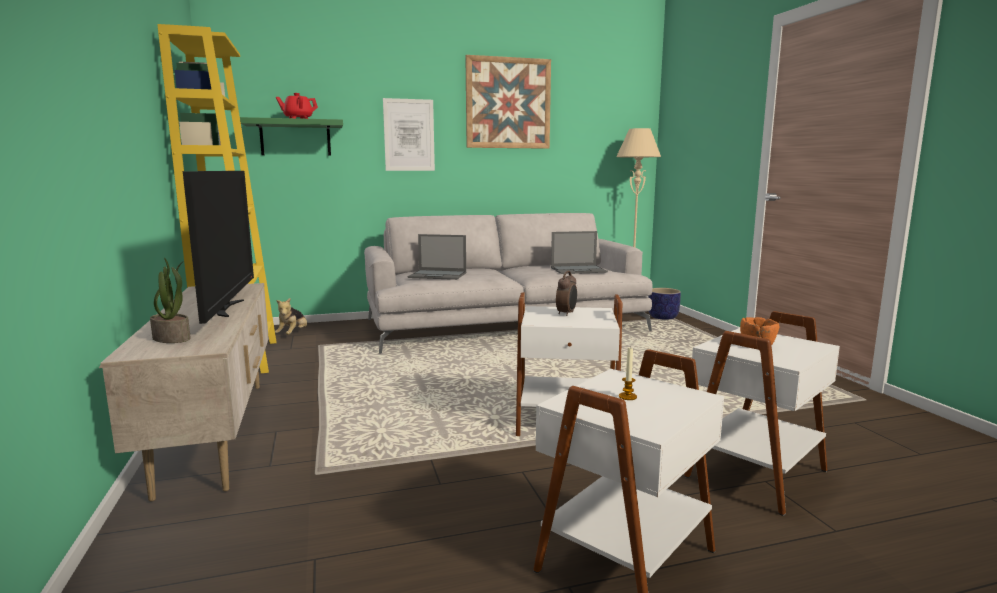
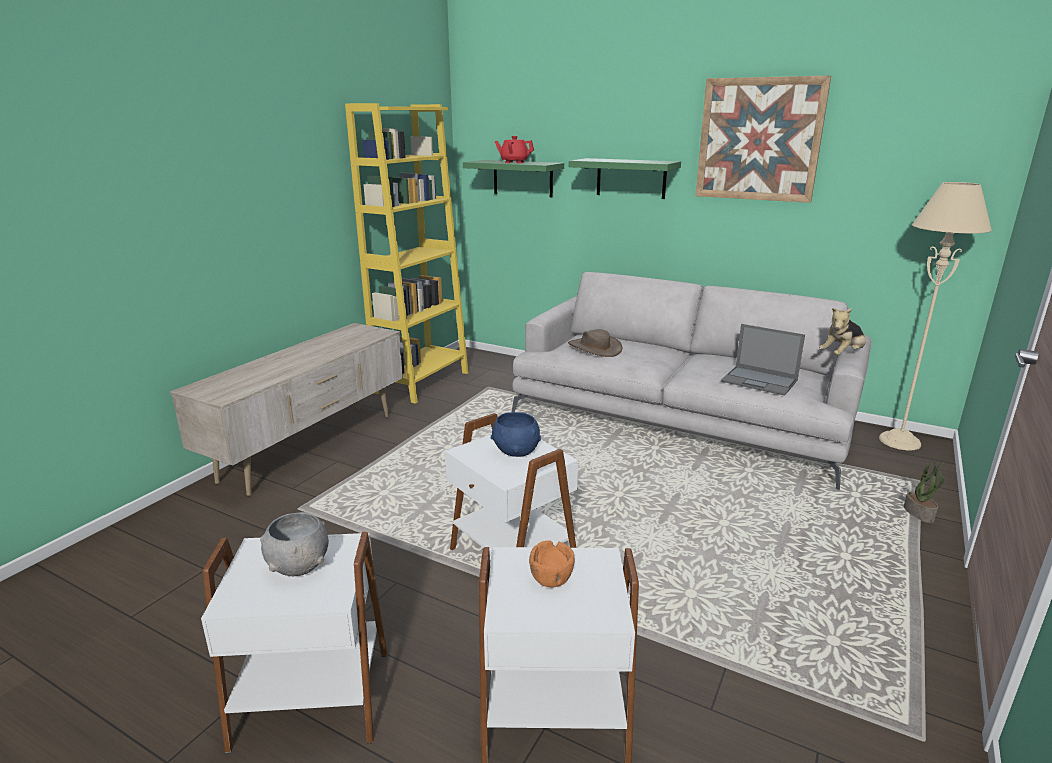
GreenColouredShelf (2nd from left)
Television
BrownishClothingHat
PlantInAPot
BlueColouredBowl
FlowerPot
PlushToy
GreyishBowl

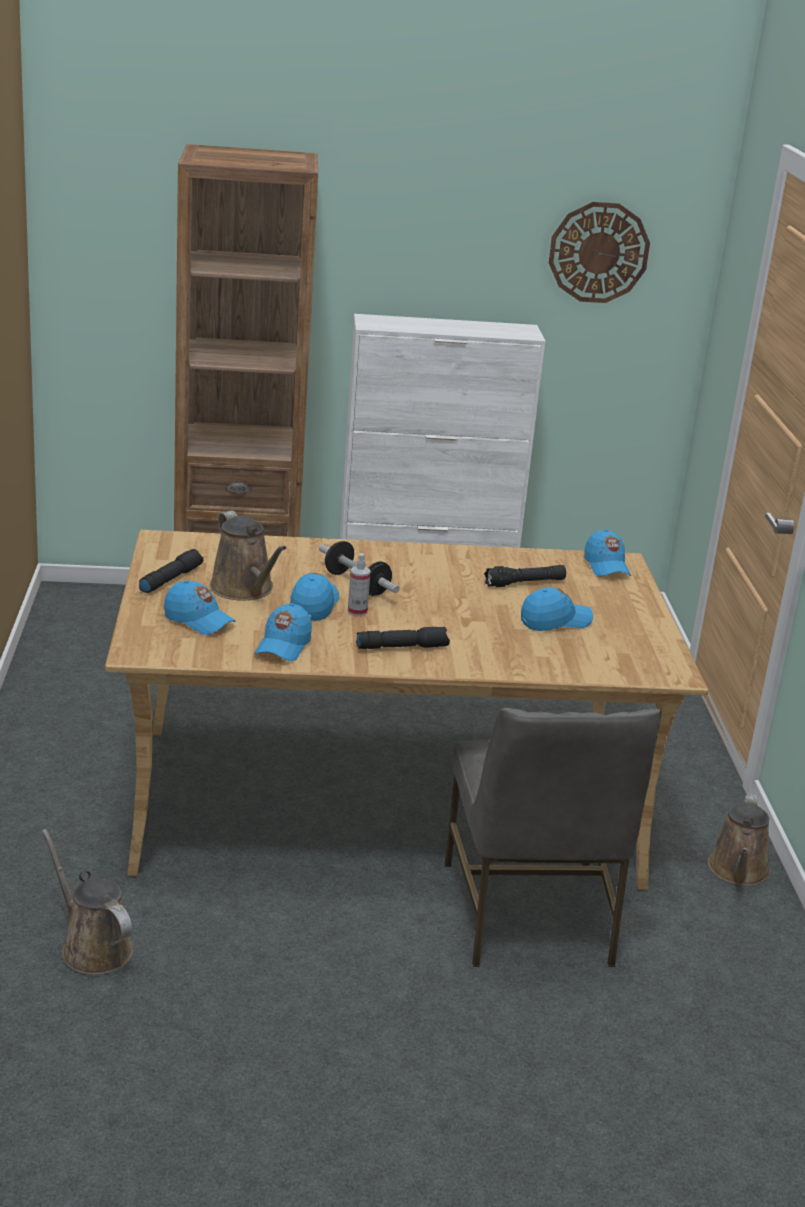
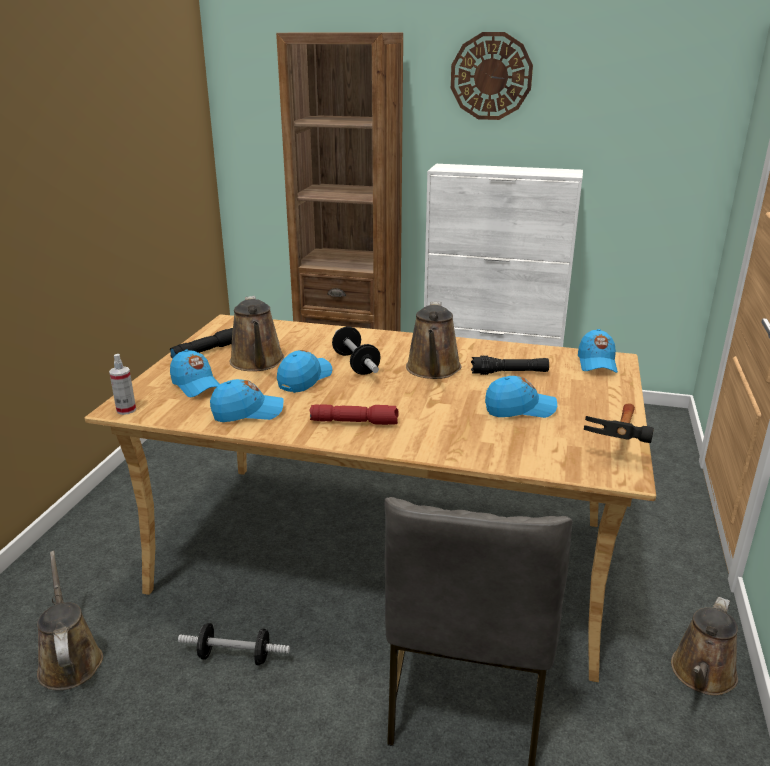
ClockOnTheWall
Sprayer
BlueColouredPeakedCap (2nd from left)
RedFlashlight
BrownishWateringCan (3rd from left)
HandHammer
FreeWeight (1st from left)

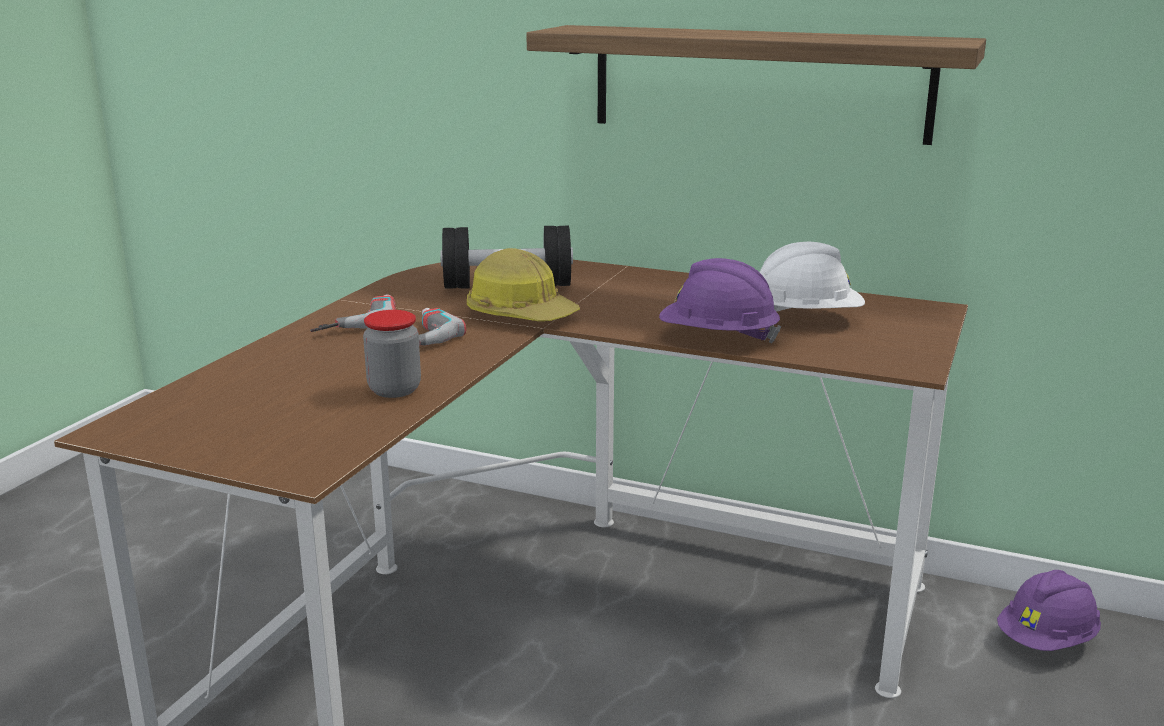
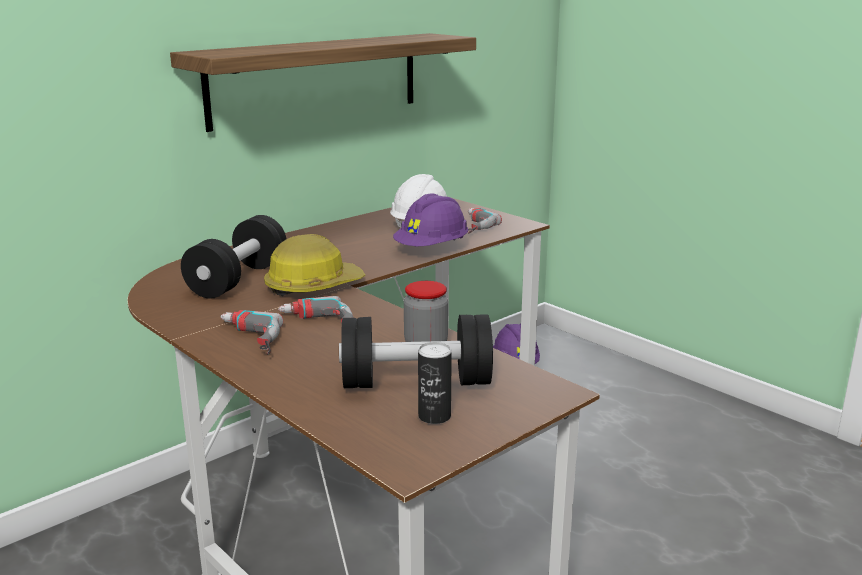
PowerDrill (3rd from left)
BlackColouredFreeWeight (2nd from left)
SealedCan

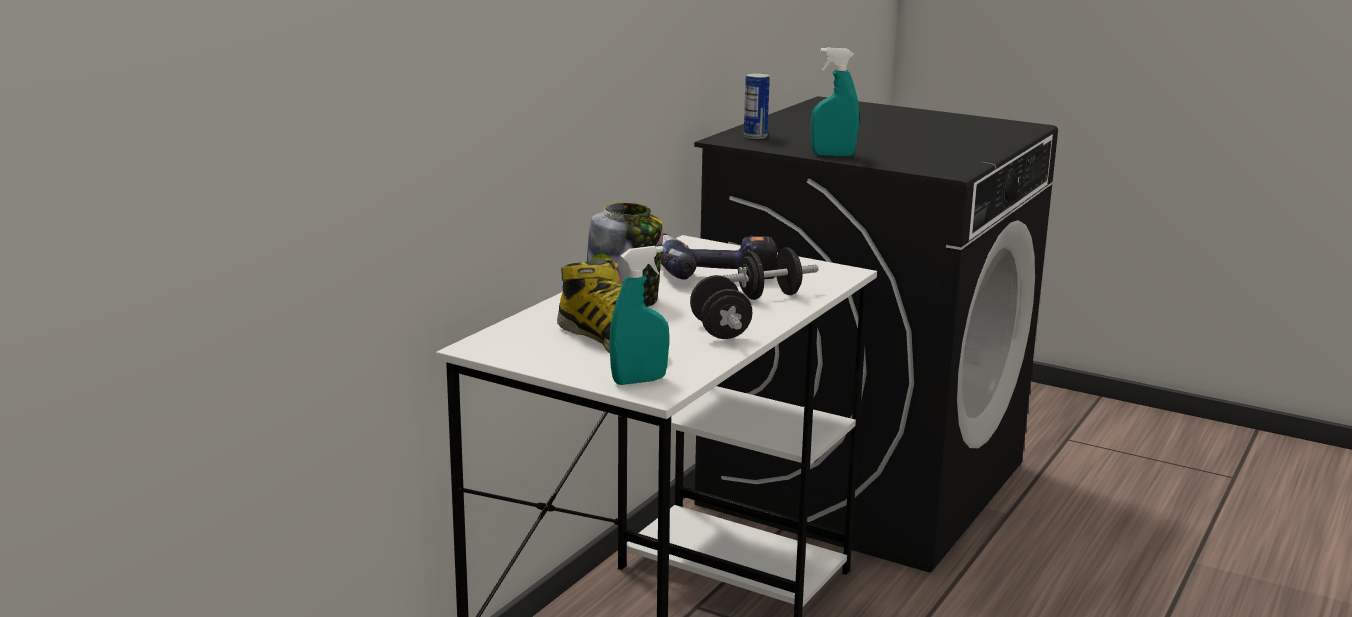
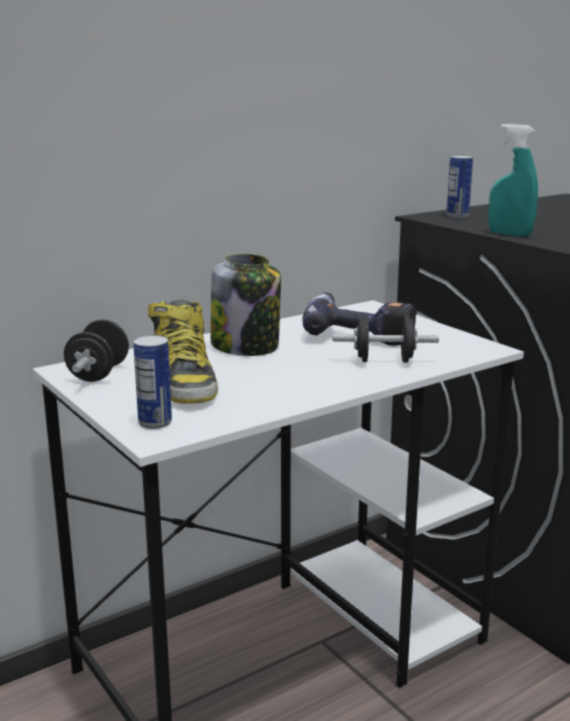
SealedCan (1st from left)
BlackColouredFreeWeight (1st from left)

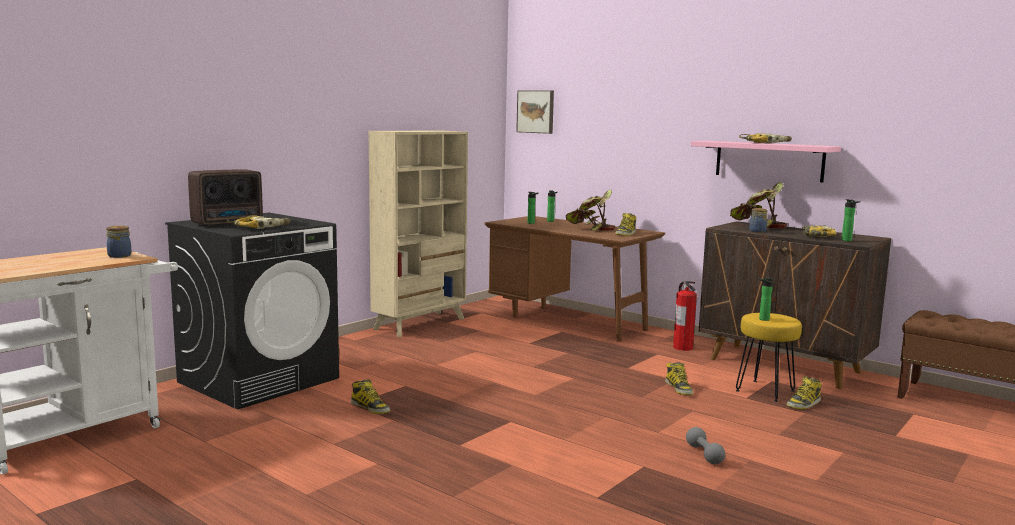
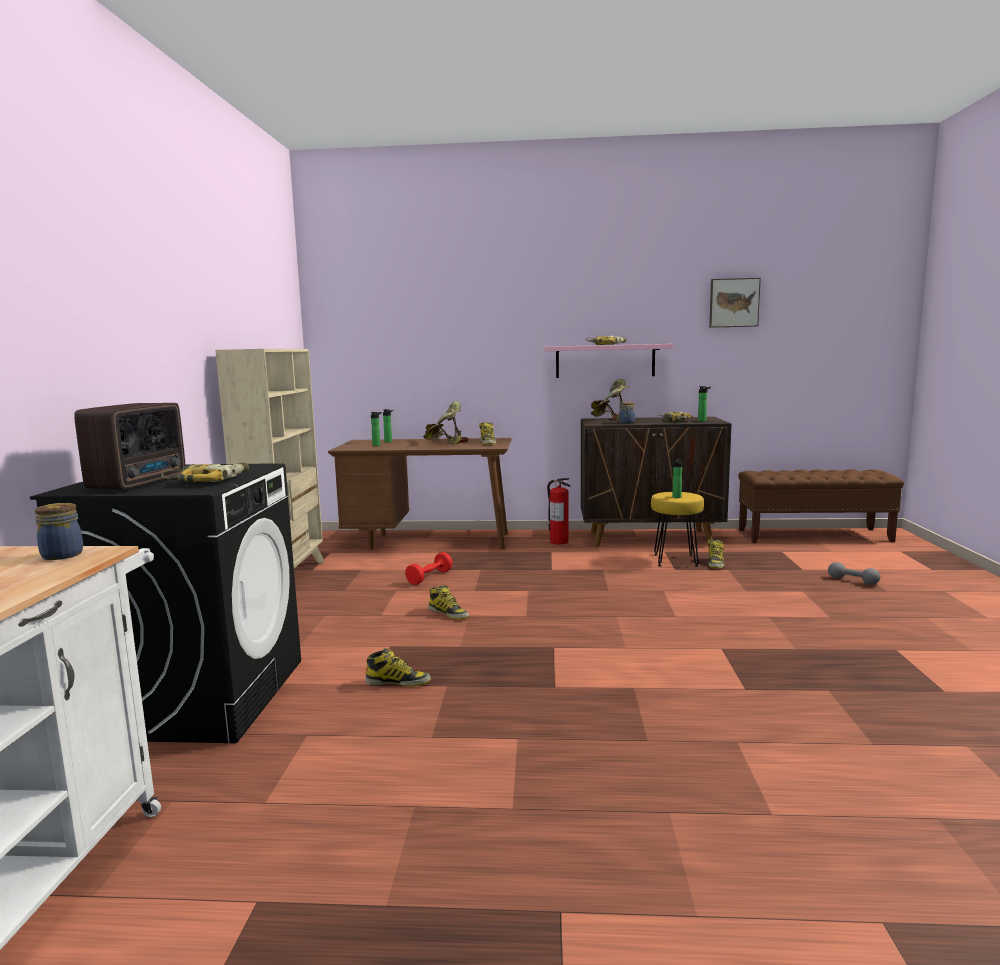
Picture
HighTopBoot (2nd from left)
GreyishFreeWeight
RedFreeWeight

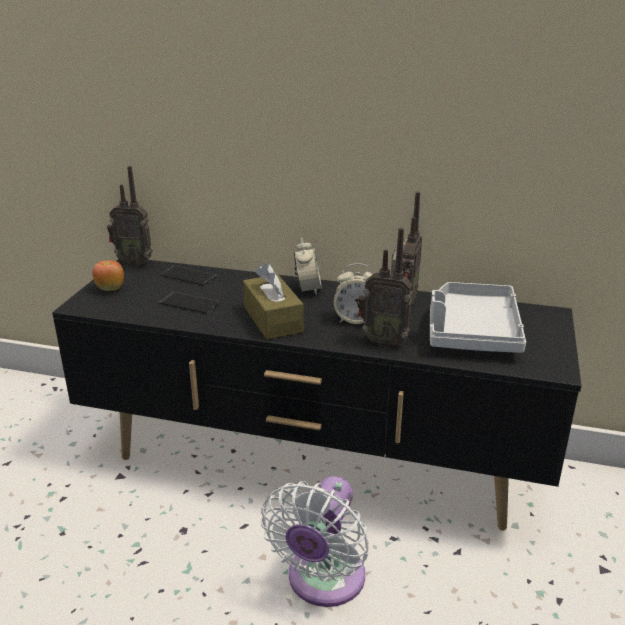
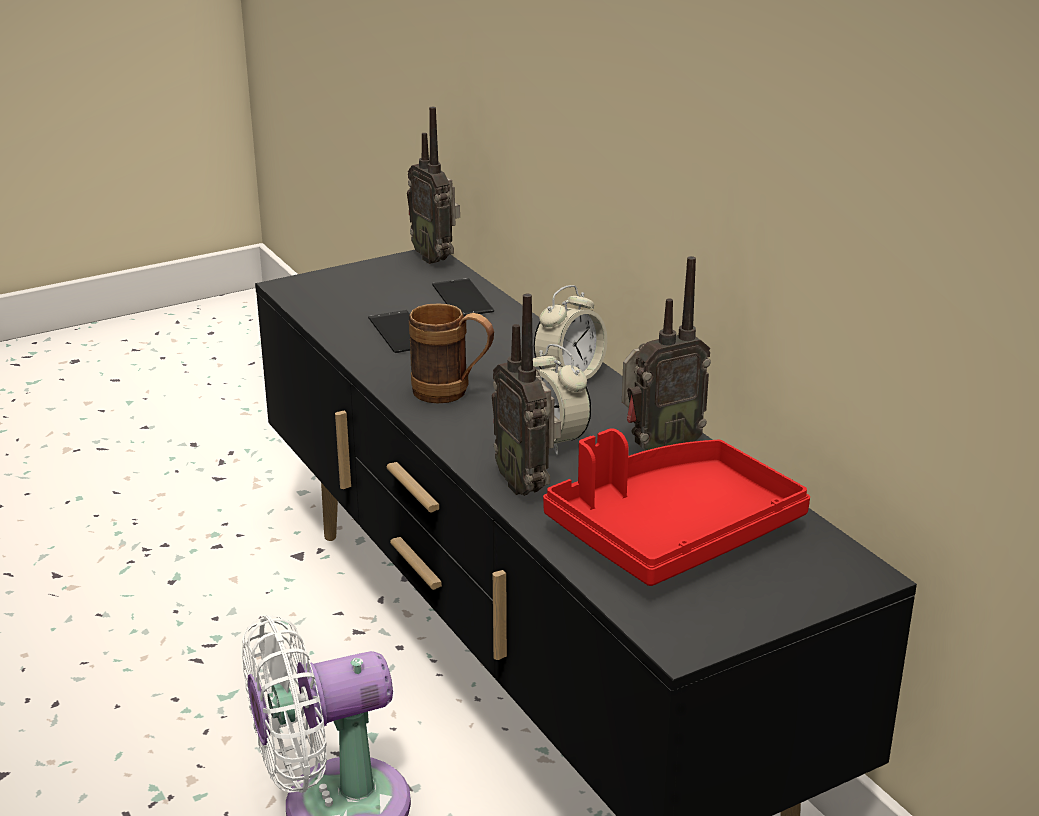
Apple
BrownishCoffeeMug
RedServingTray

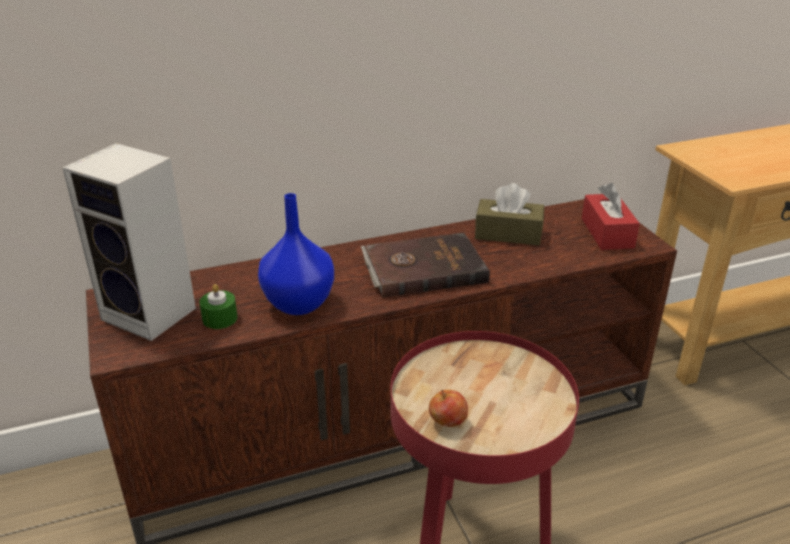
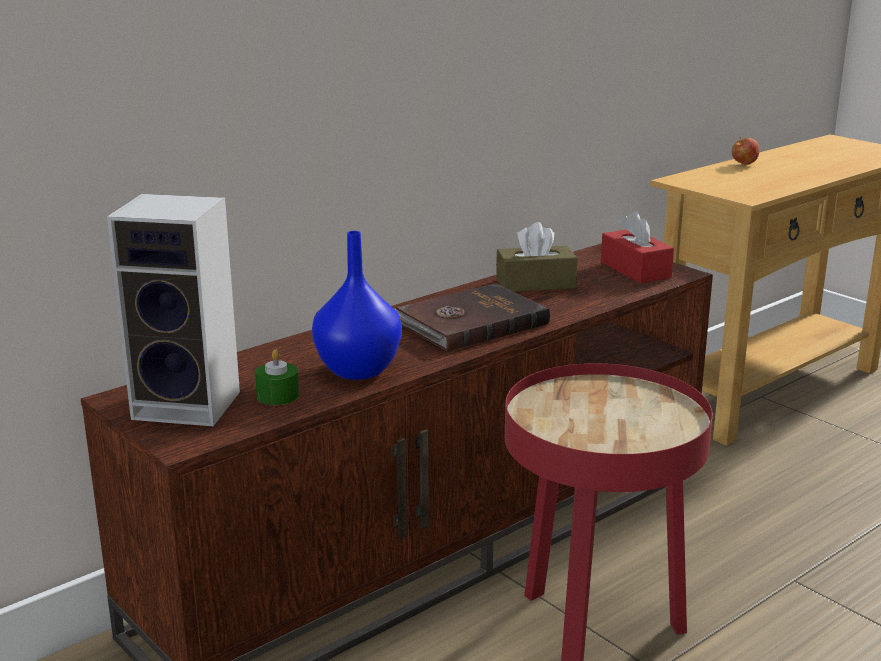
Apple

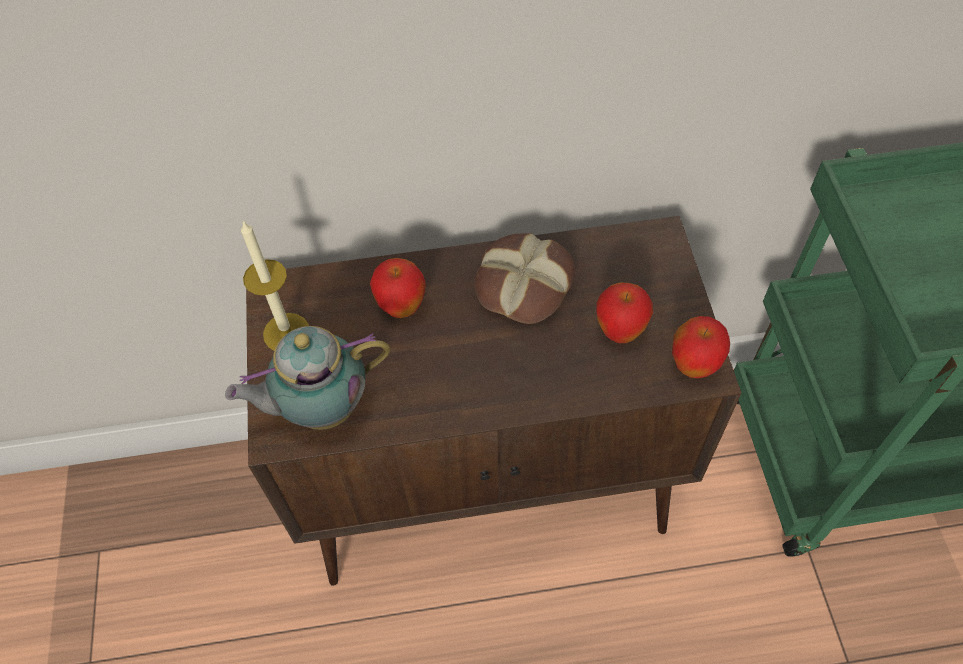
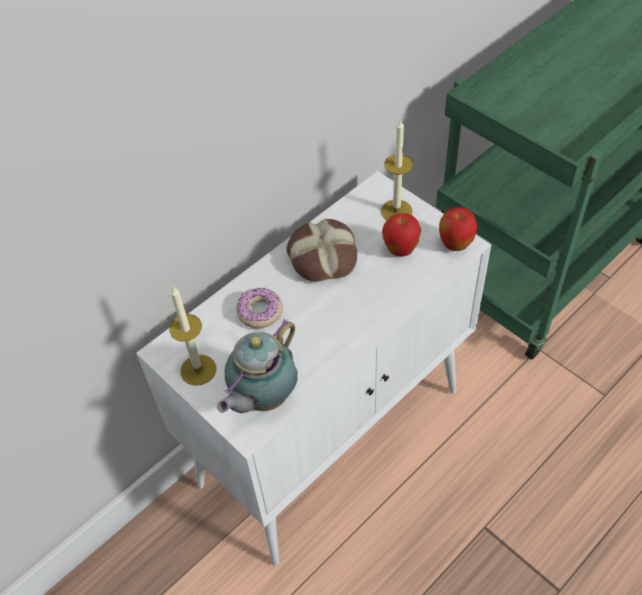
WhiteColouredStorageCabinet
Donut
WaxLight (2nd from left)

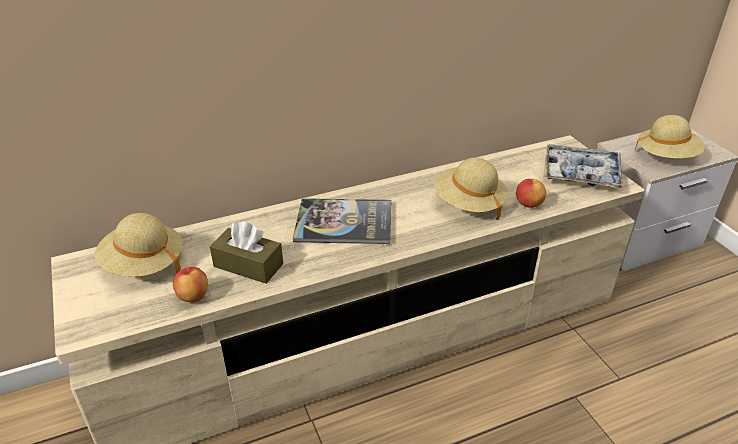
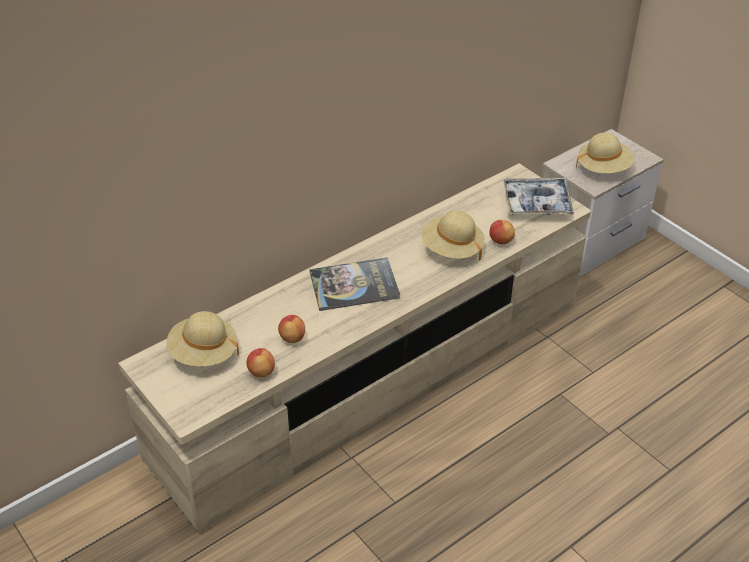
Apple (2nd from left)

